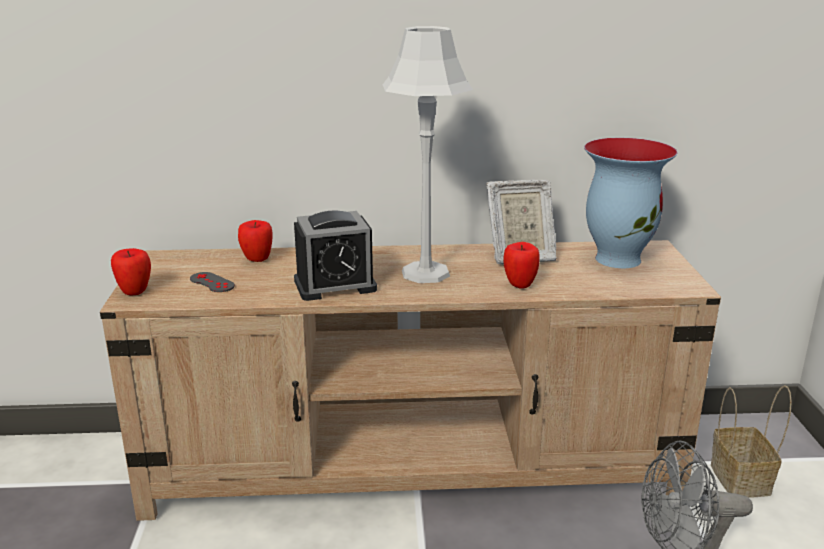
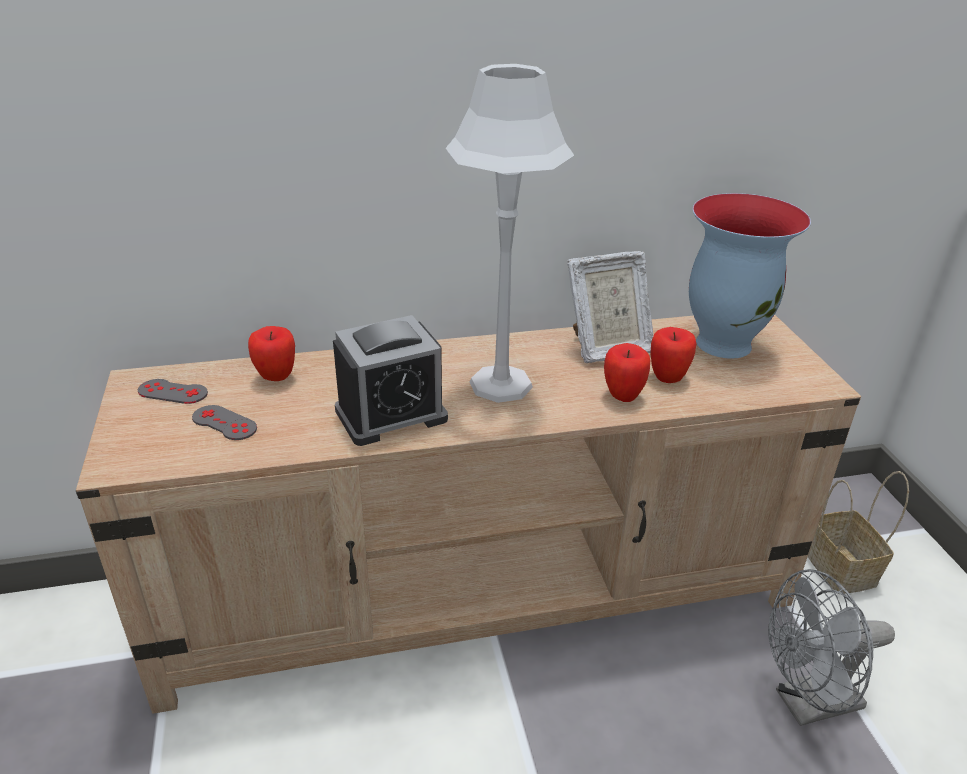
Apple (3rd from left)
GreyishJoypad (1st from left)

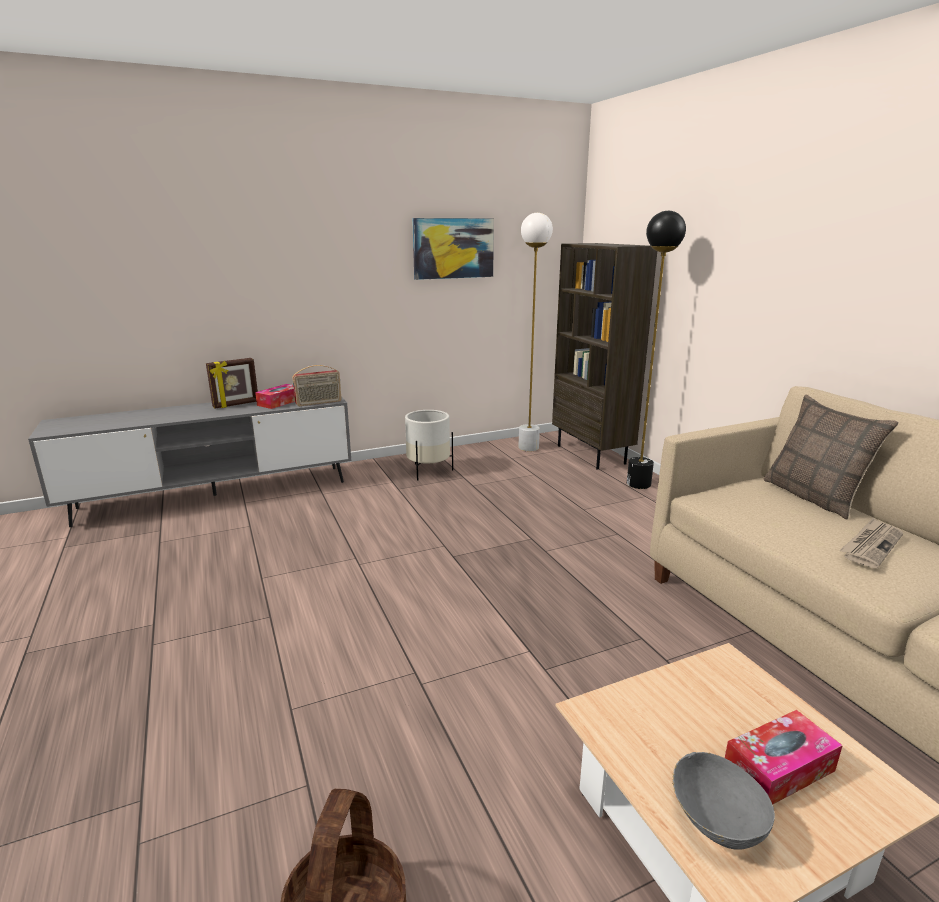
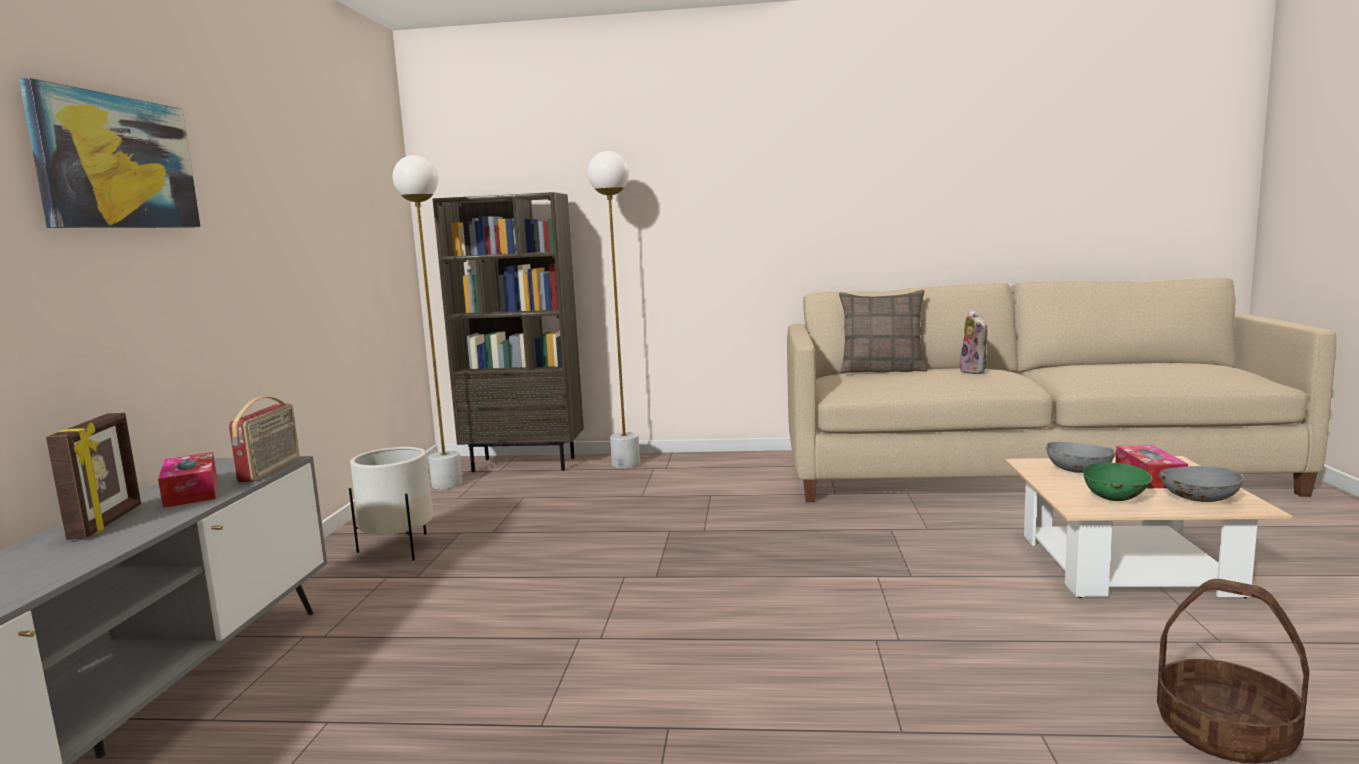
WhiteColouredStandardLamp (2nd from left)
Picture
PlushToy
GreyishBowl (1st from left)
GreenColouredBowl

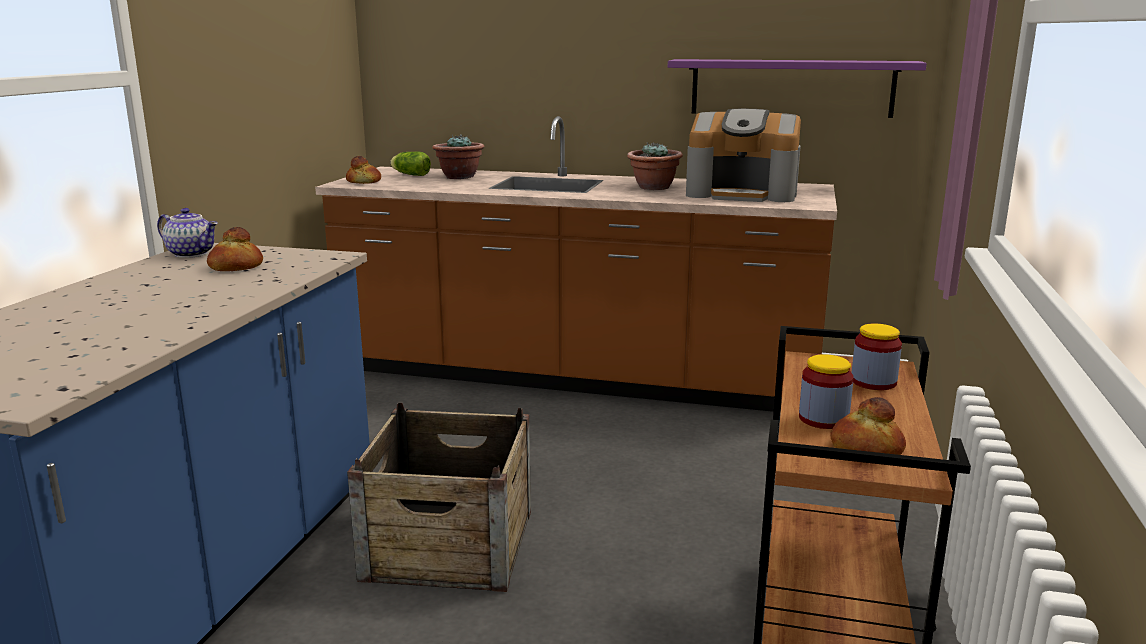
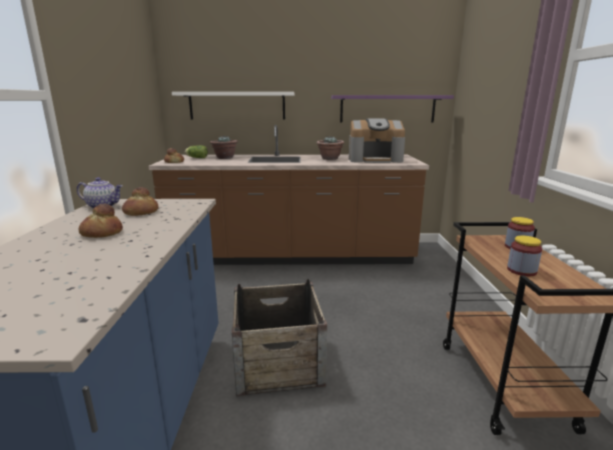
Bread (1st from left)
WhiteColouredShelf

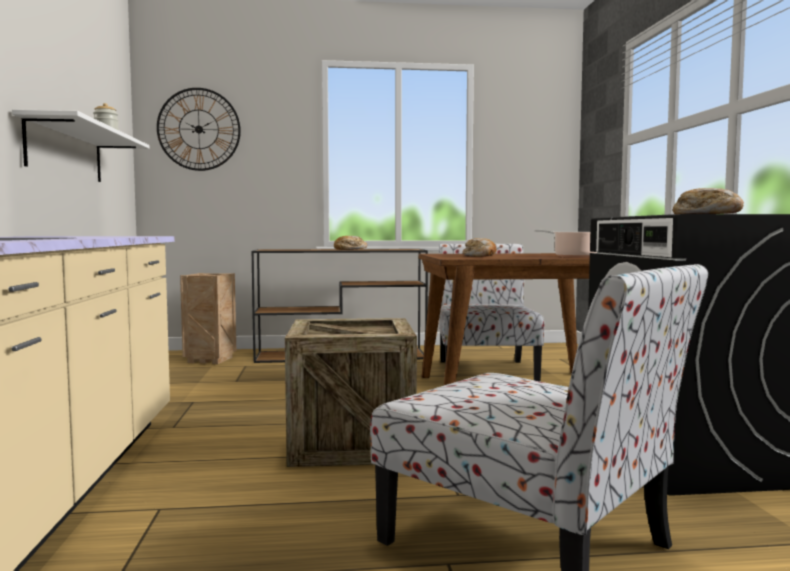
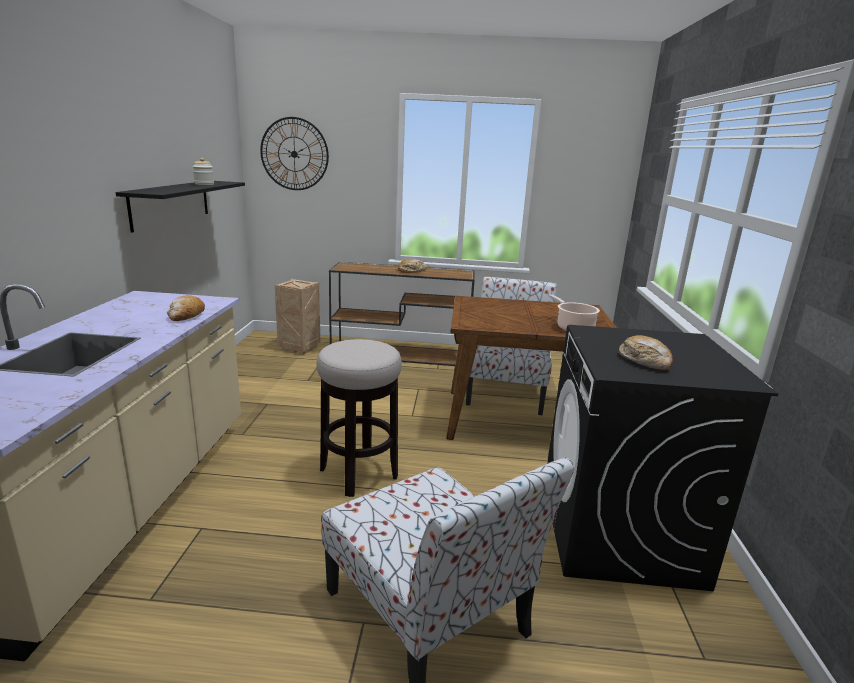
BlackColouredShelf
Bread (1st from left)
Stool

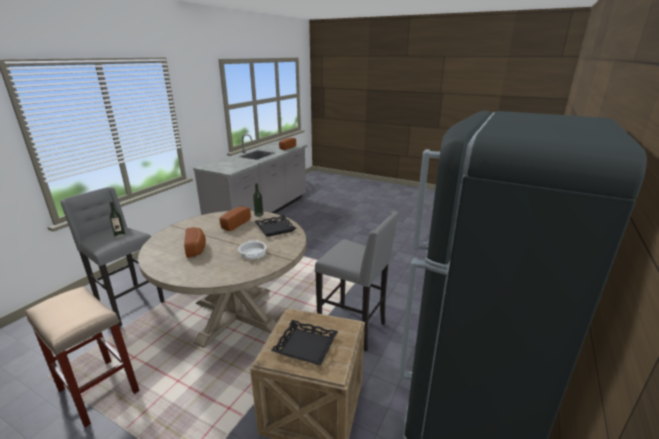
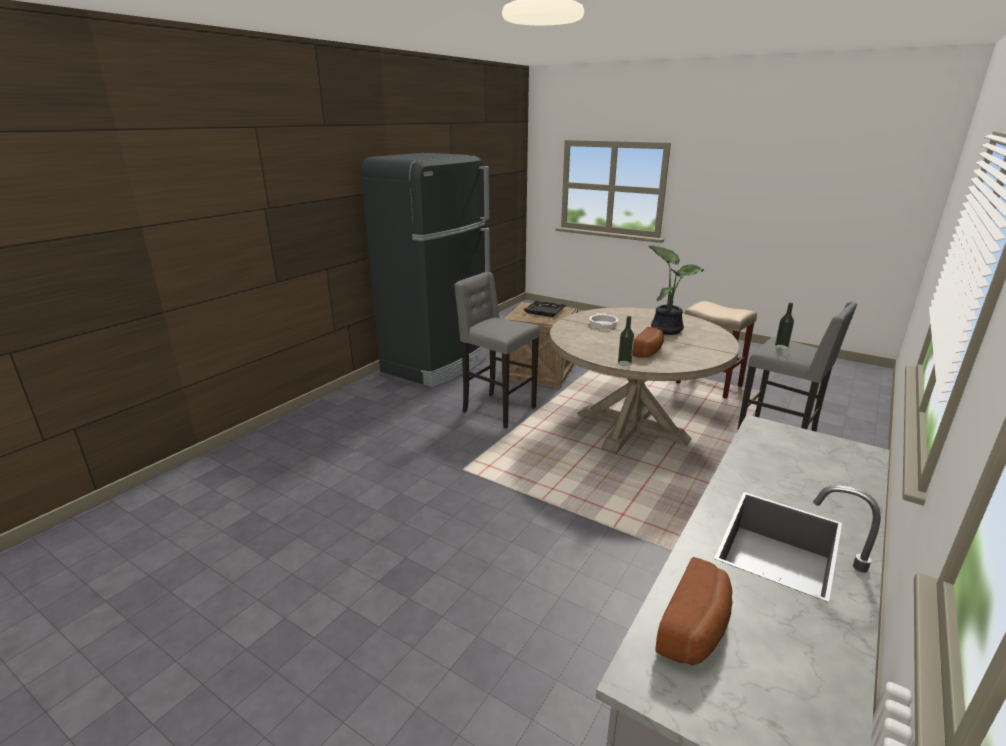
BlackColouredServingTray (1st from left in the first image)
PlantInAPot

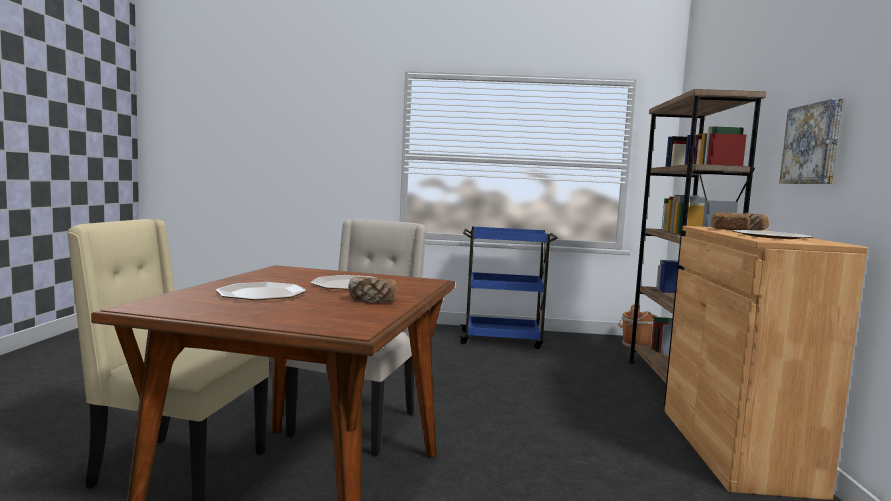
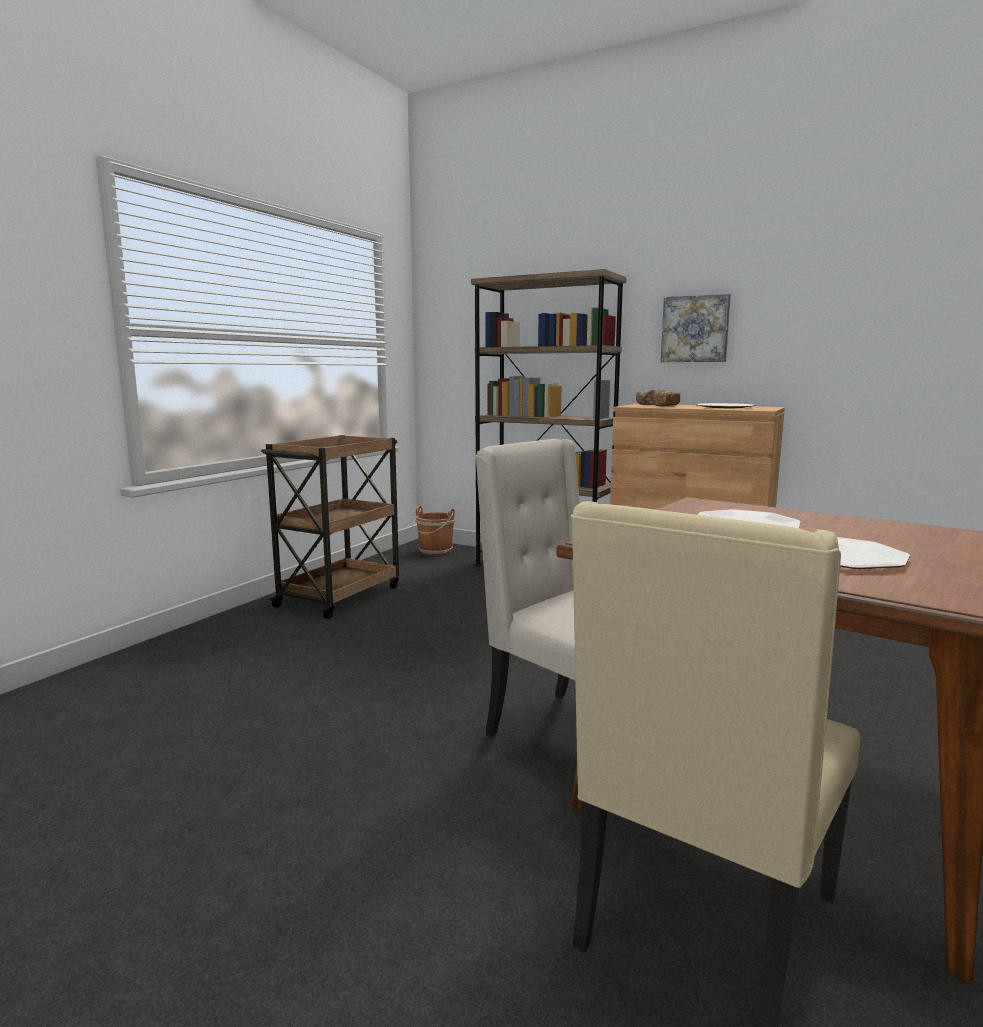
BrownishCart
Bread (1st from left in the first image)

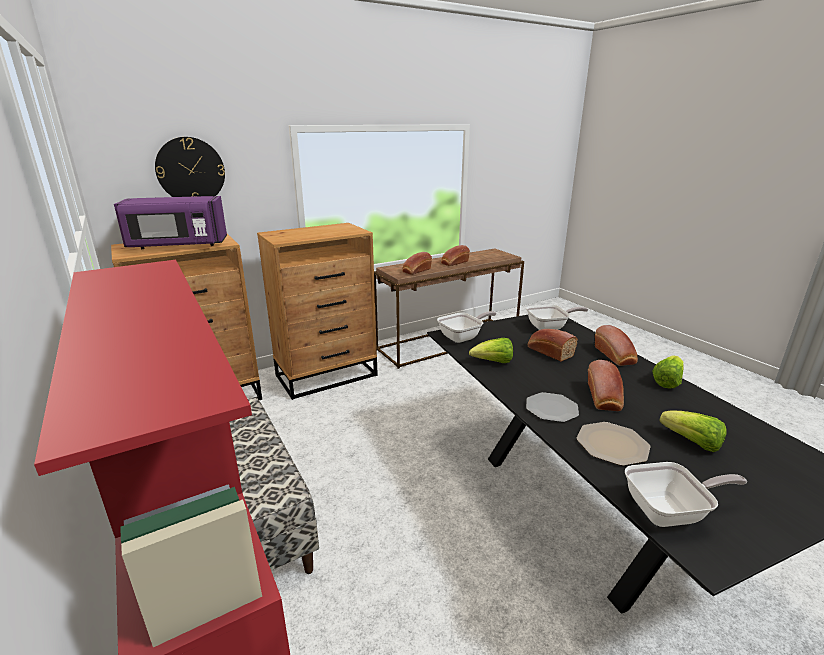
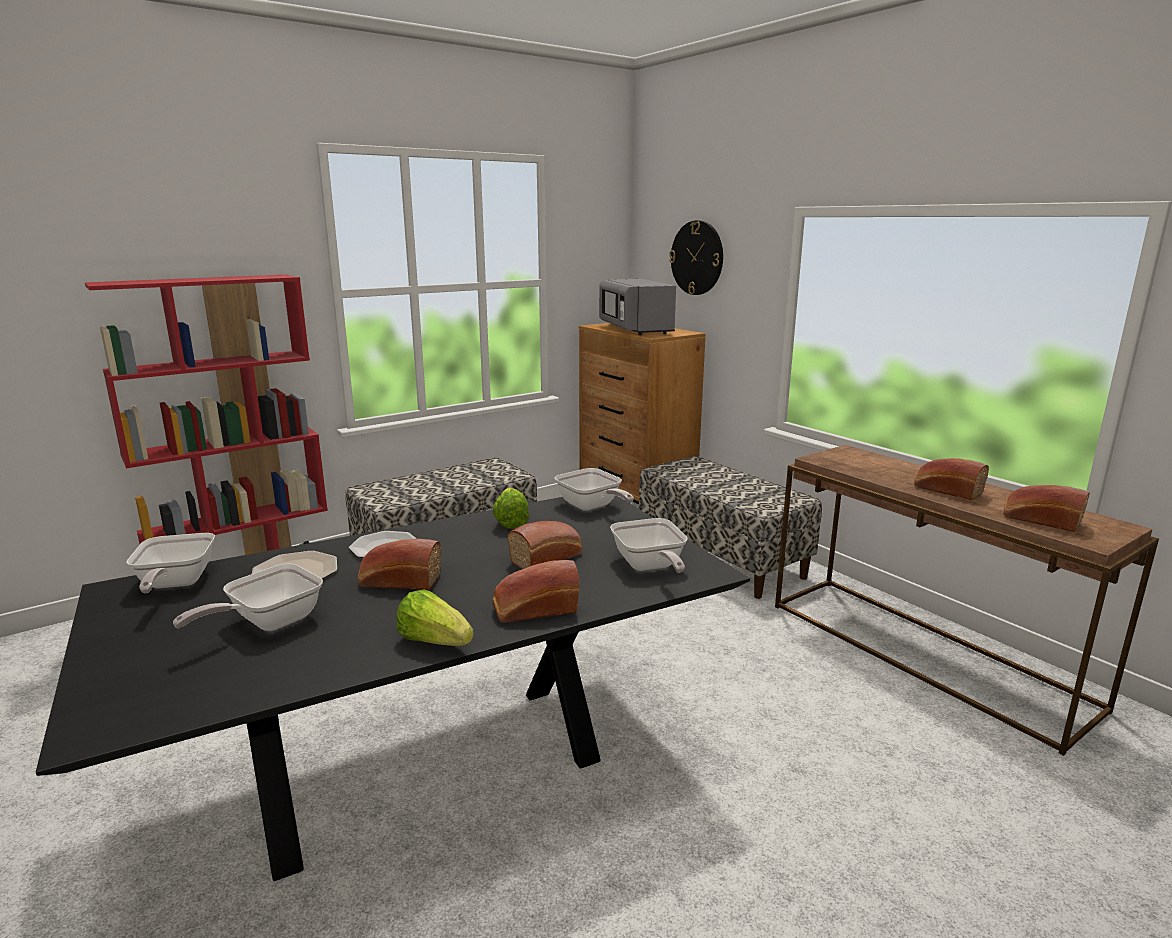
GreyishMicrowaveOven
IndoorBench (2nd from left)
Bread (5th from left)
Pan (2nd from left)

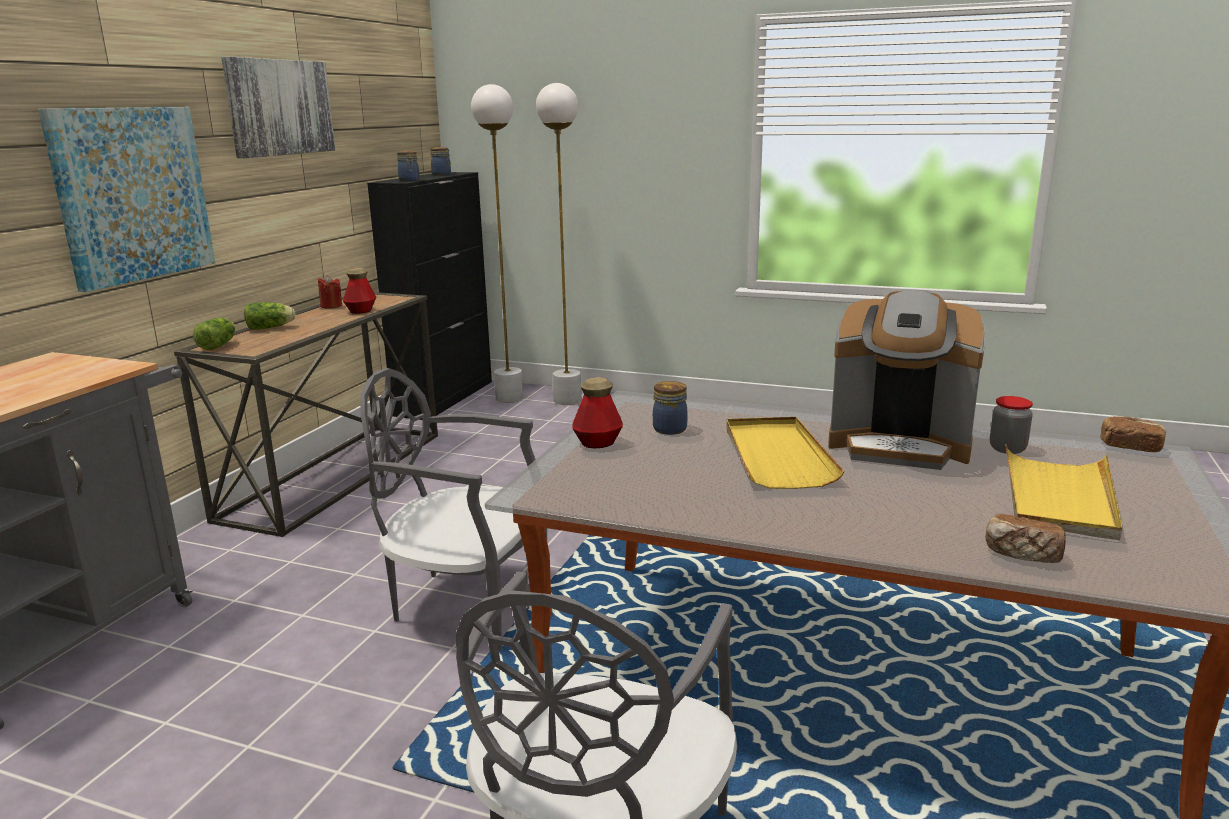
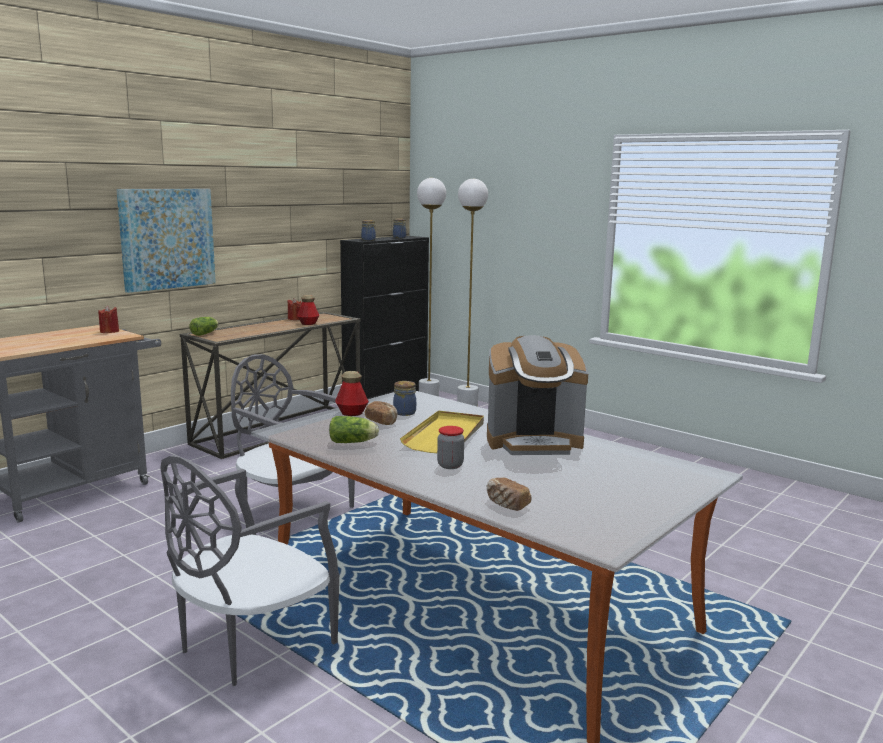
Picture (2nd from left in the first image)
CoffeeBrewer
LettuceHead (2nd from left)
PreserveJar (4th from left)
Bread (1st from left)
YellowServingTray (2nd from left in the first image)
RedWaxLight (1st from left)

